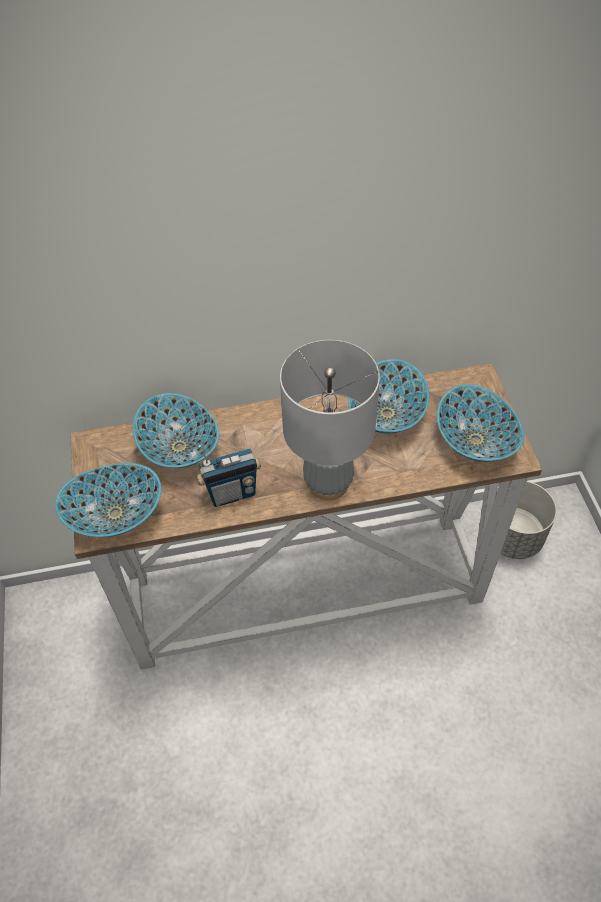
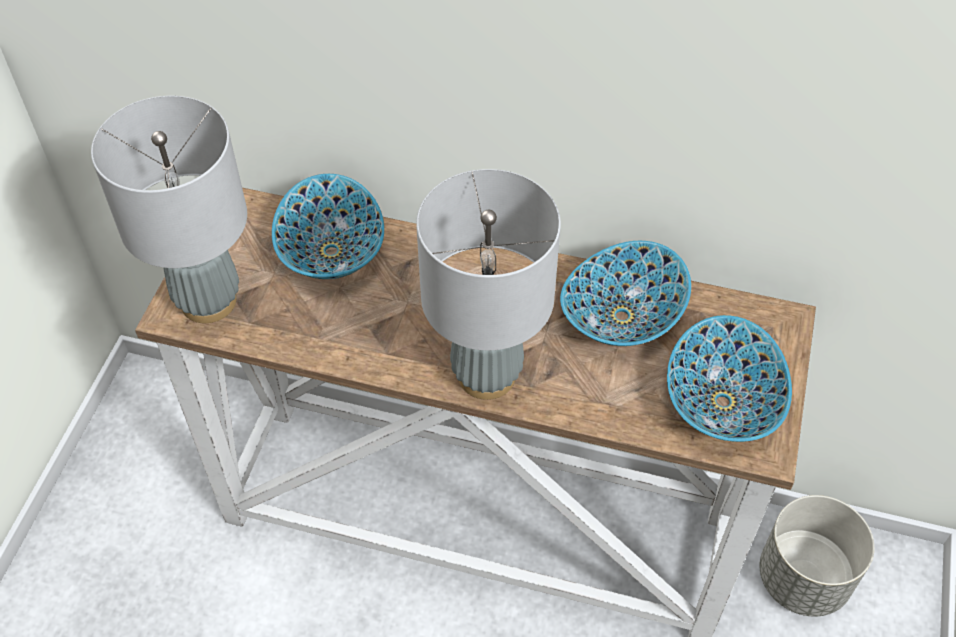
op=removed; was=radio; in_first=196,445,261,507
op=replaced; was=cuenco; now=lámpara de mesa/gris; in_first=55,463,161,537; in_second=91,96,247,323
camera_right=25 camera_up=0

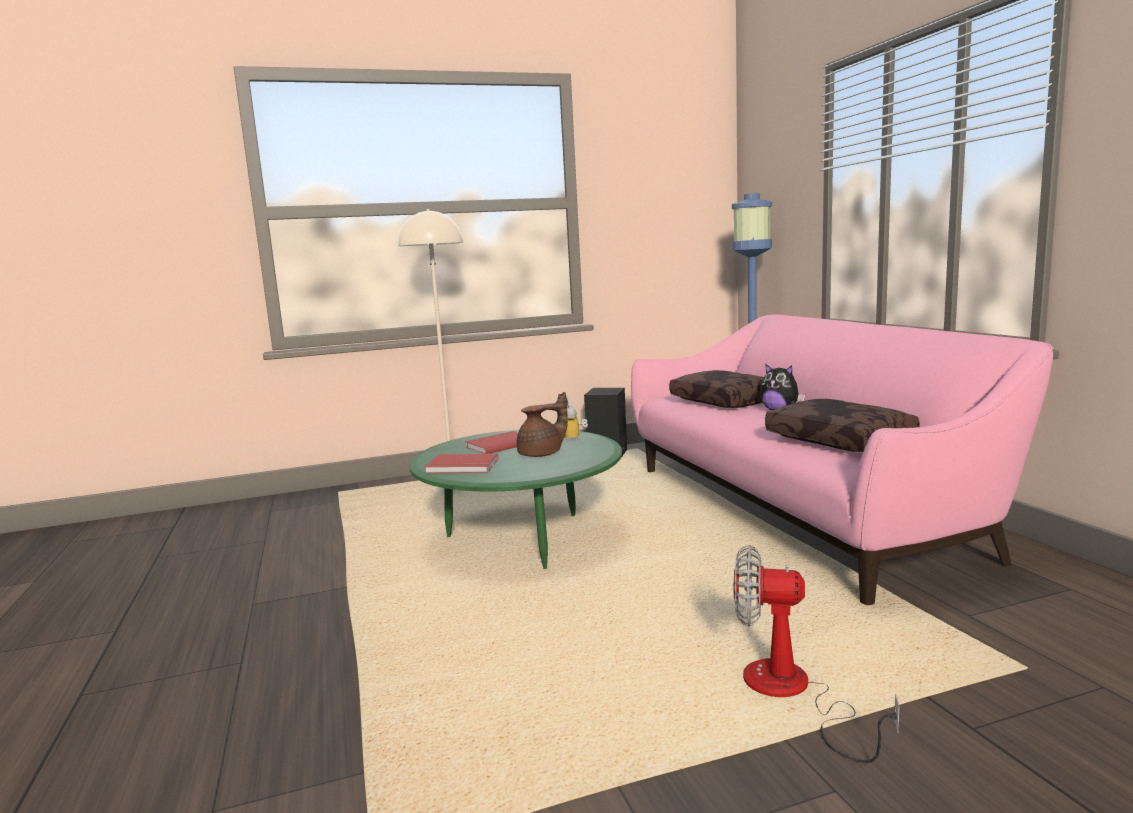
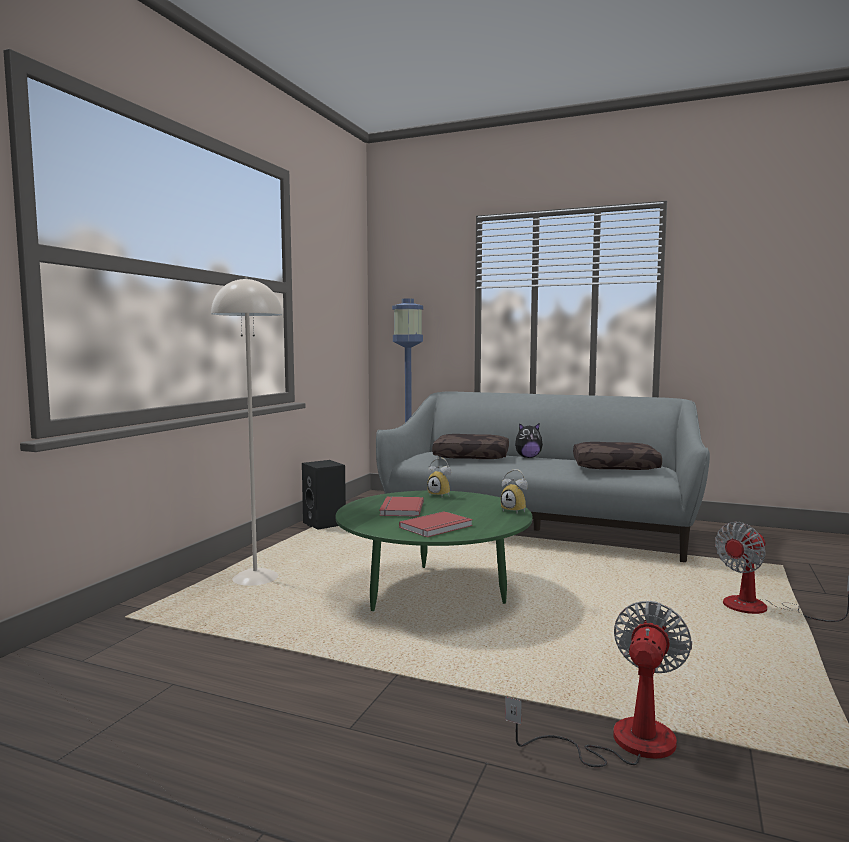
op=recoloured; was=sofá/rosa; now=sofá/gris; in_first=631,314,1053,605; in_second=376,391,710,562
op=removed; was=tetera/marrón; in_first=516,392,568,457
op=added; now=despertador; in_second=501,469,528,513
op=added; now=ventilador; in_second=505,601,692,767
camera_right=-50 camera_up=-5

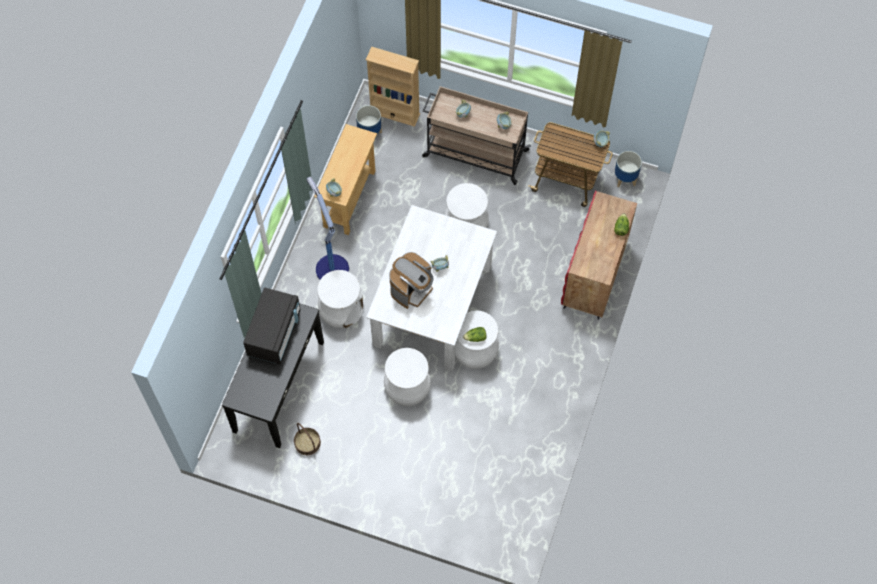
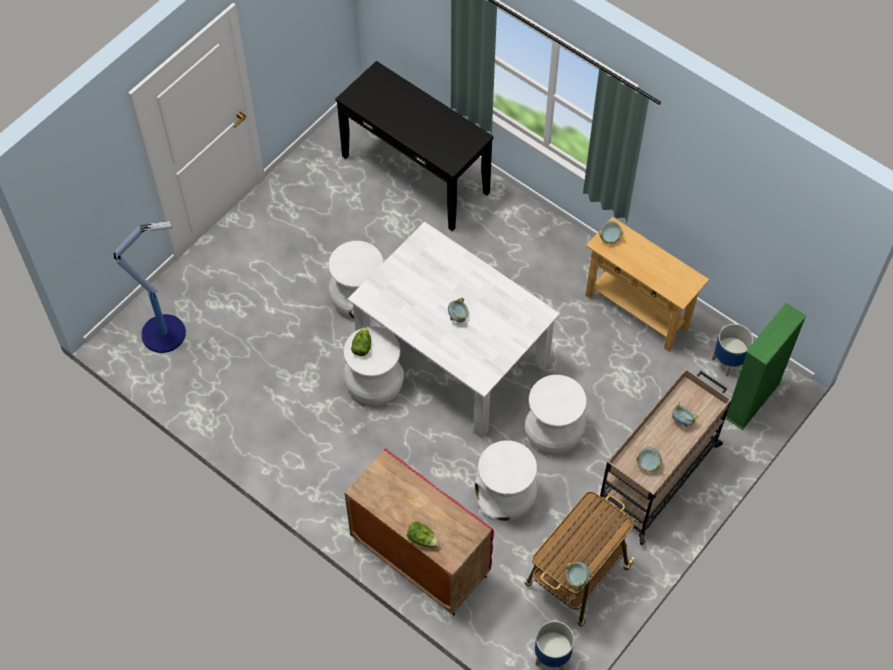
op=recoloured; was=estantería/beis; now=estantería/verde; in_first=366,46,420,127; in_second=725,303,806,430
op=moved; was=lámpara de pie; in_first=306,177,349,280; in_second=114,221,186,353
op=removed; was=cafetera; in_first=389,252,434,309
op=moved; was=taburete/blanco; in_first=317,270,363,328; in_second=475,440,537,521
op=removed; was=microondas/negro; in_first=243,287,301,365
op=removed; was=cesta; in_first=294,423,321,455
camera_right=110 camera_up=-5

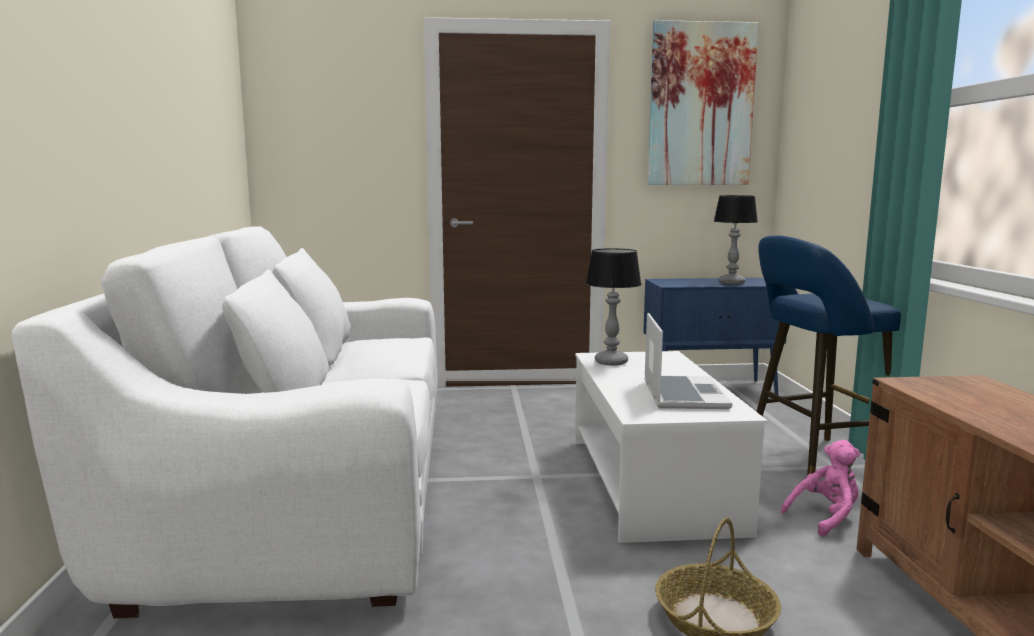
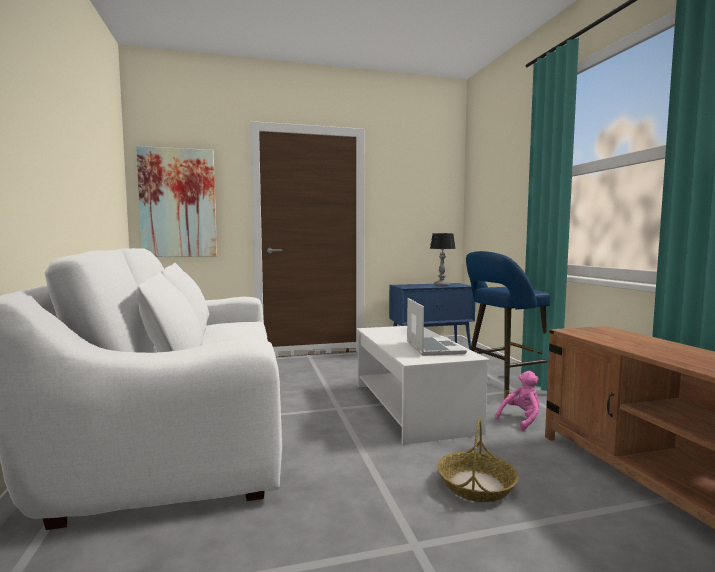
op=moved; was=cuadro; in_first=648,20,759,185; in_second=136,146,217,257
op=removed; was=lámpara de mesa; in_first=586,248,641,366
camera_right=-10 camera_up=-5

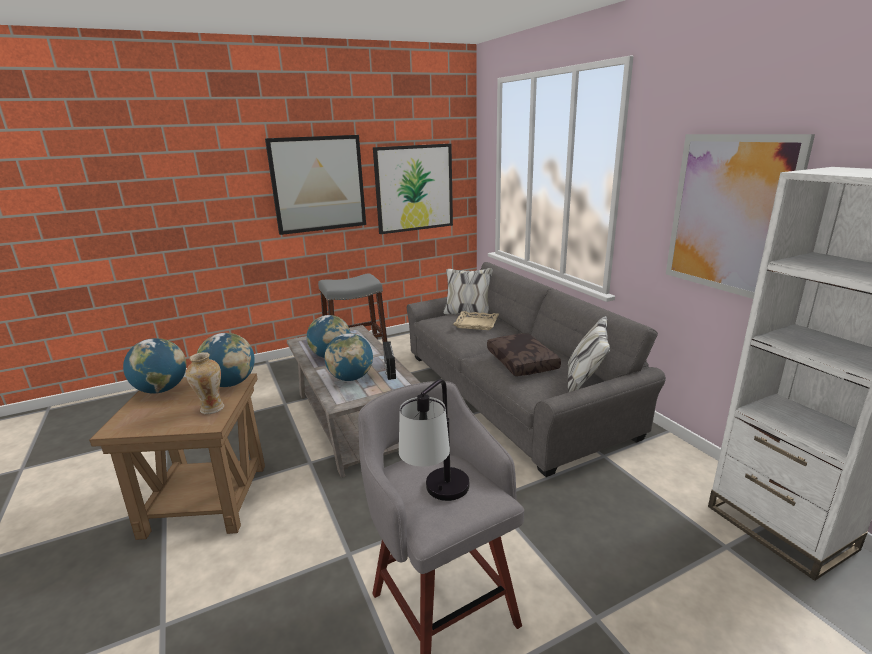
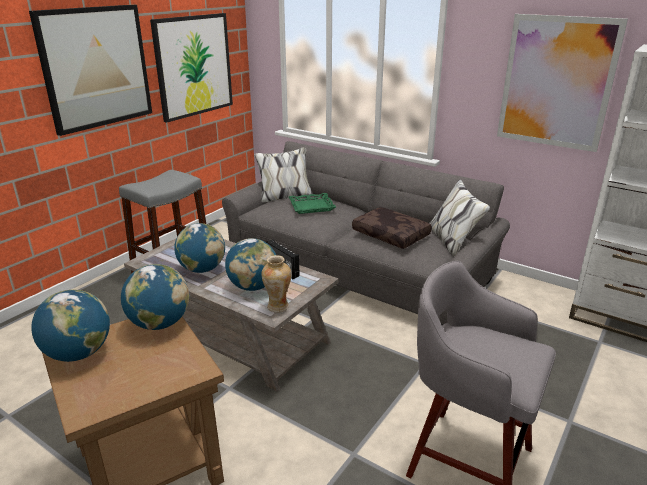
op=recoloured; was=bandeja/beis; now=bandeja/verde; in_first=453,311,499,330; in_second=289,193,336,214
op=moved; was=florero; in_first=186,352,224,414; in_second=261,255,291,313
op=removed; was=lámpara de mesa; in_first=399,379,469,501
camera_right=-30 camera_up=5

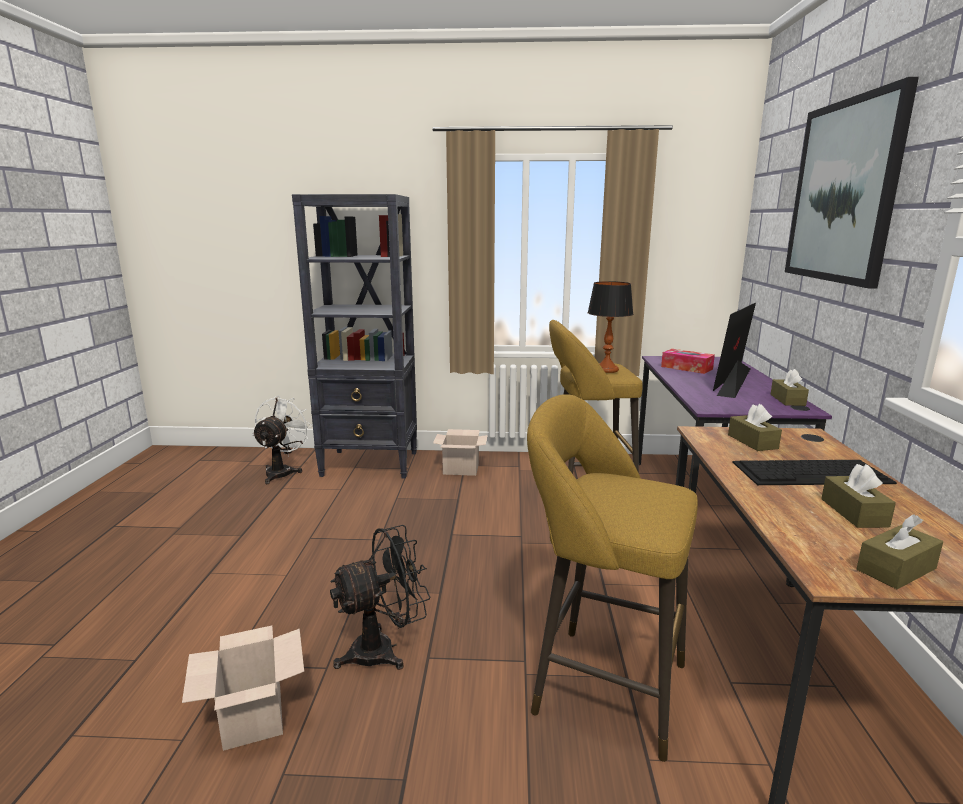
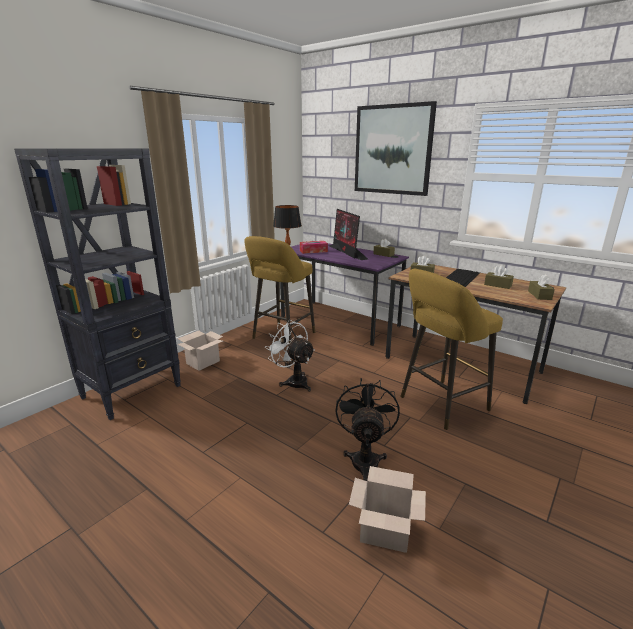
op=moved; was=ventilador/blanco; in_first=252,396,312,484; in_second=265,320,315,392
camera_right=-55 camera_up=5

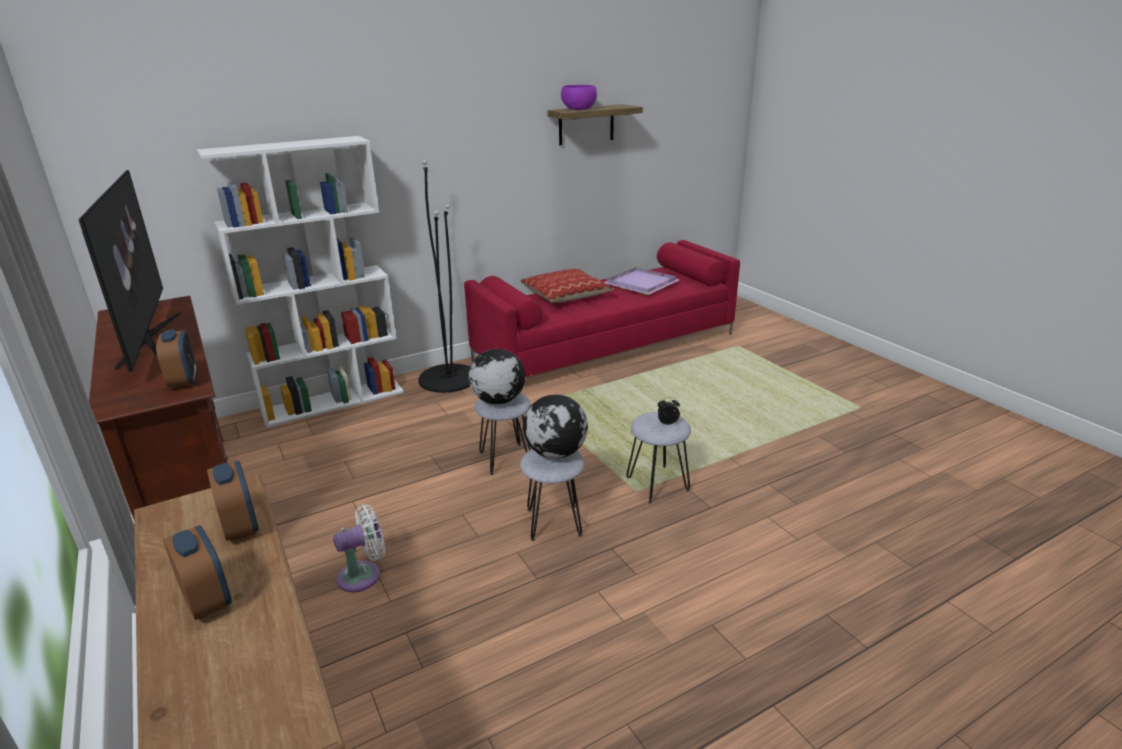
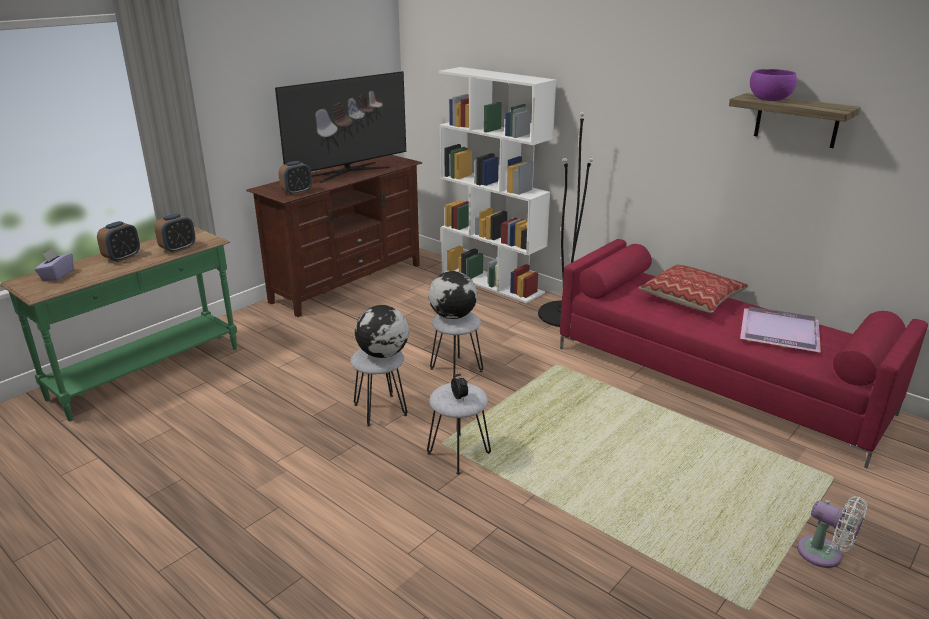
op=moved; was=ventilador/blanco; in_first=333,505,385,593; in_second=797,496,867,568
op=added; now=caja de pañuelos/morado; in_second=35,248,73,281
camera_right=70 camera_up=0

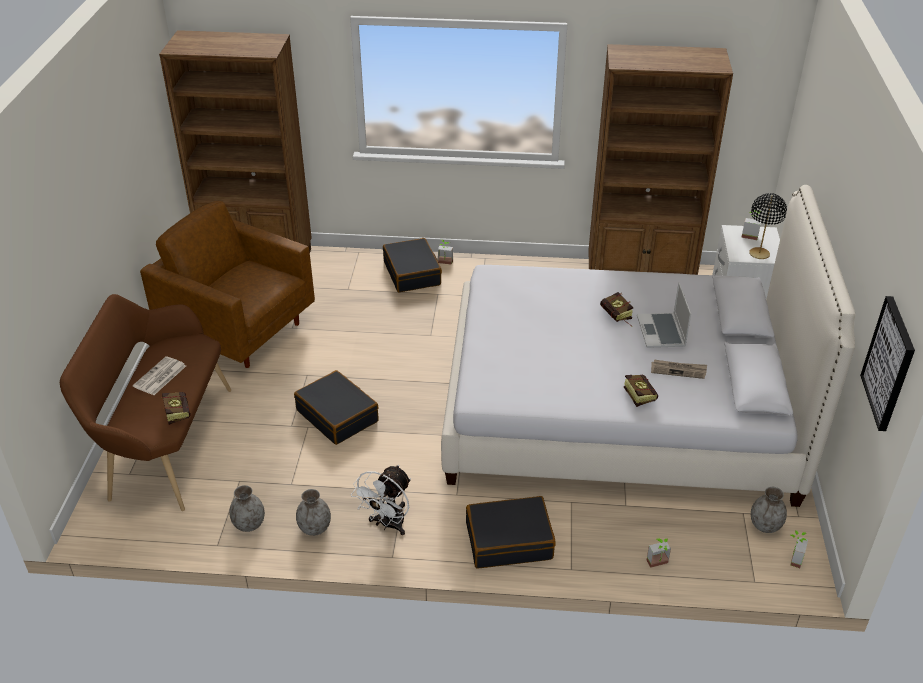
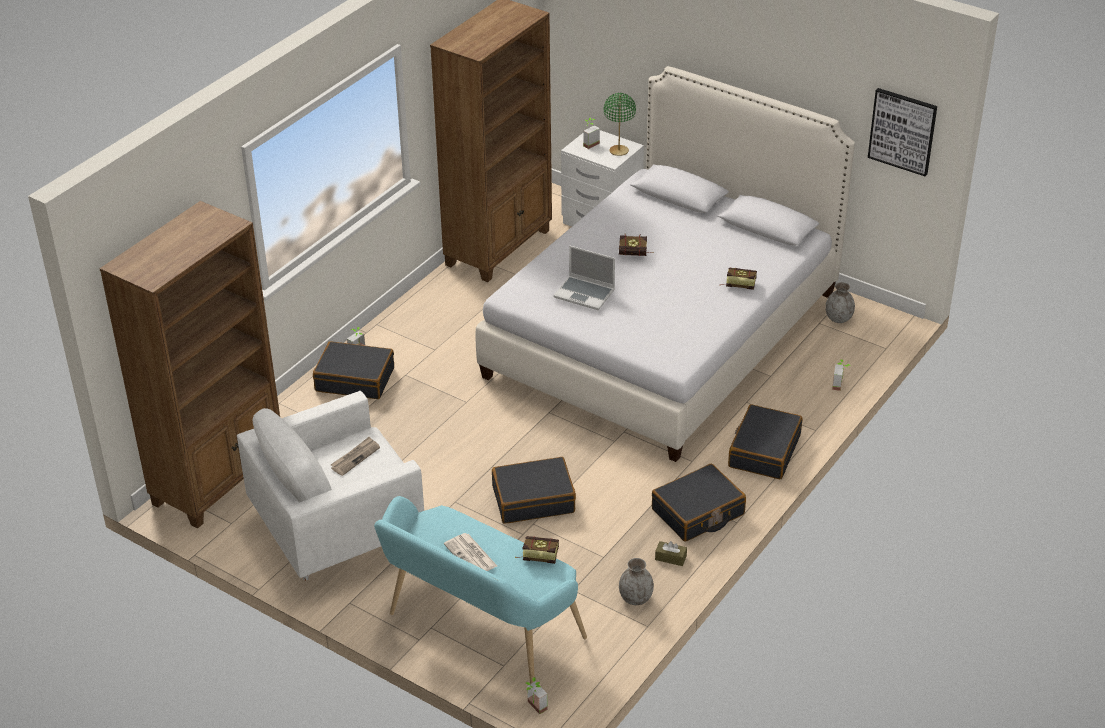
op=recoloured; was=lámpara de mesa/negro; now=lámpara de mesa/verde; in_first=749,193,787,259; in_second=604,93,636,156
op=recoloured; was=sillón/marrón; now=sillón/blanco; in_first=140,201,315,368; in_second=237,391,424,580
op=moved; was=portátil; in_first=637,282,691,348; in_second=553,246,615,310
op=recoloured; was=banco/marrón; now=banco/turquesa; in_first=60,294,231,511; in_second=374,496,587,684
op=moved; was=periódico; in_first=651,360,707,379; in_second=331,437,380,476
op=replaced; was=ventilador/blanco; now=maleta/negro; in_first=351,465,411,535; in_second=652,464,746,542
op=replaced; was=florero/gris; now=caja de pañuelos/marrón; in_first=296,489,331,536; in_second=655,541,687,566
op=moved; was=planta en maceta; in_first=791,530,808,568; in_second=526,677,548,714
camera_right=-60 camera_up=0

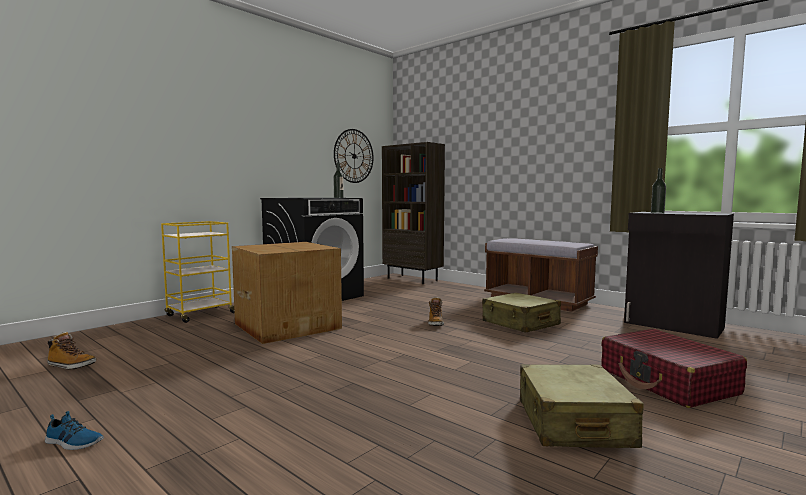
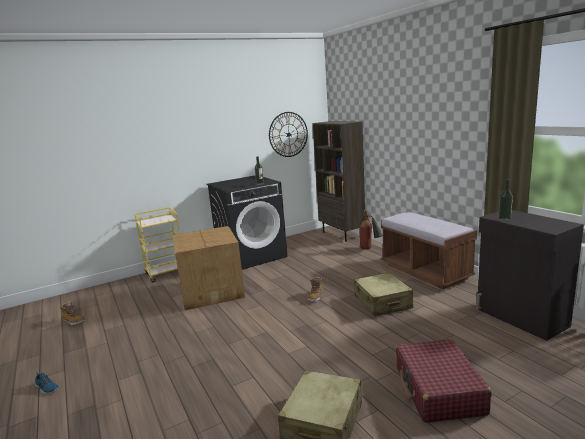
op=added; now=extintor; in_second=360,210,383,250
camera_right=20 camera_up=10

